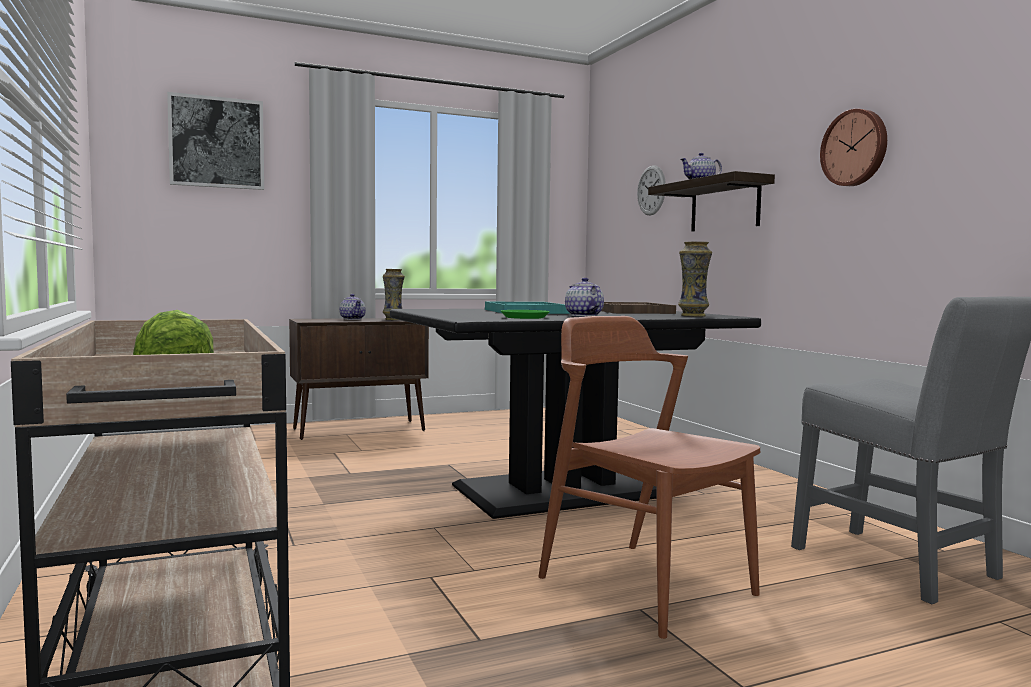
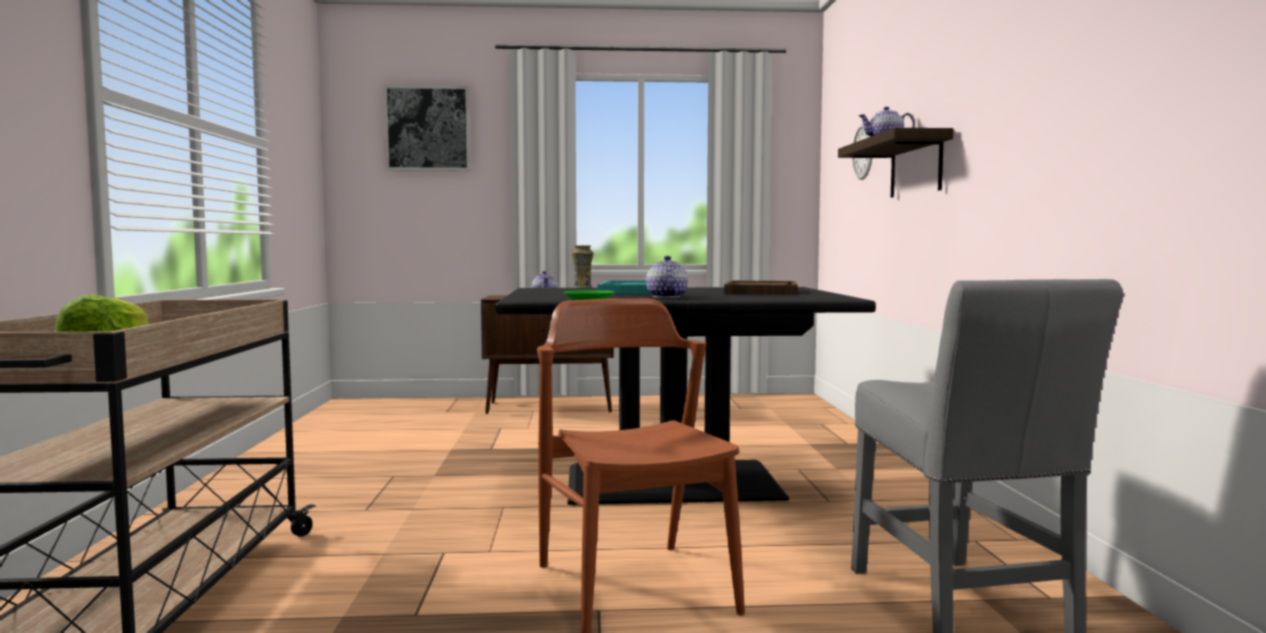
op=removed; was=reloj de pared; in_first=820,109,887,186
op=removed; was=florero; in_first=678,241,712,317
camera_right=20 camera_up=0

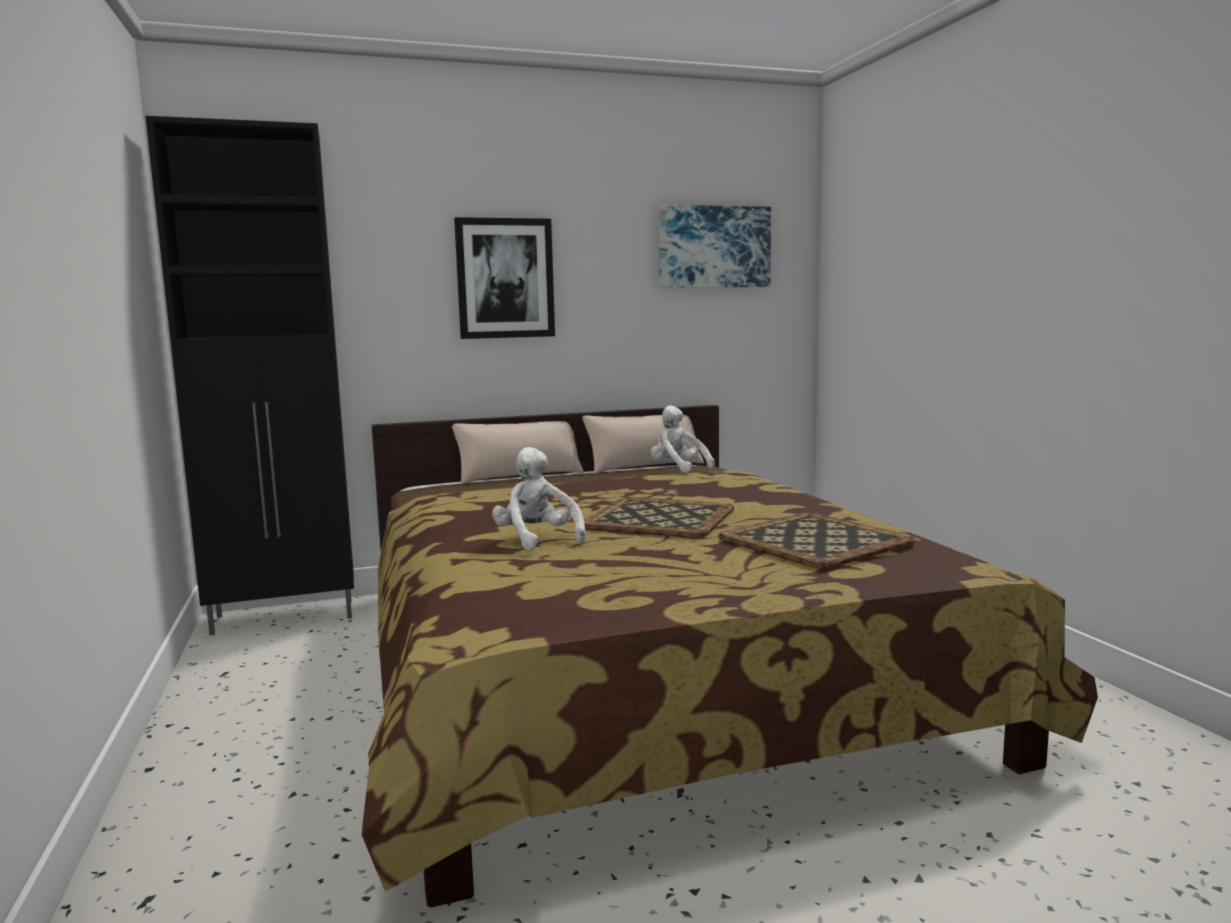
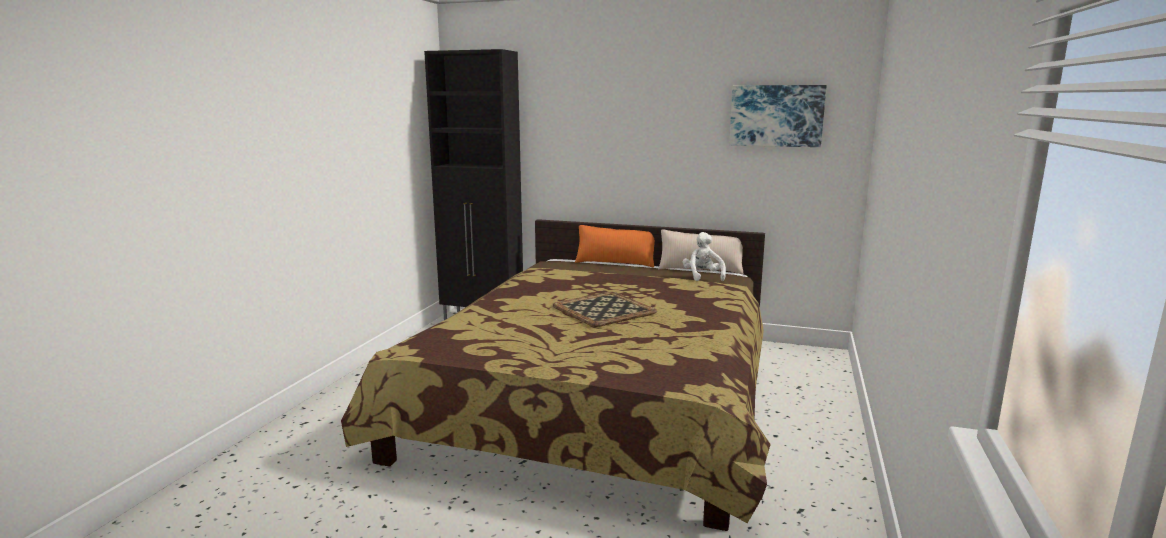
op=removed; was=cuadro; in_first=454,217,555,339
op=recoloured; was=cojín/beis; now=cojín/naranja; in_first=452,421,584,484; in_second=575,225,655,267
op=removed; was=peluche/blanco; in_first=492,447,586,551
op=removed; was=bandeja; in_first=718,513,915,569
camera_right=35 camera_up=5

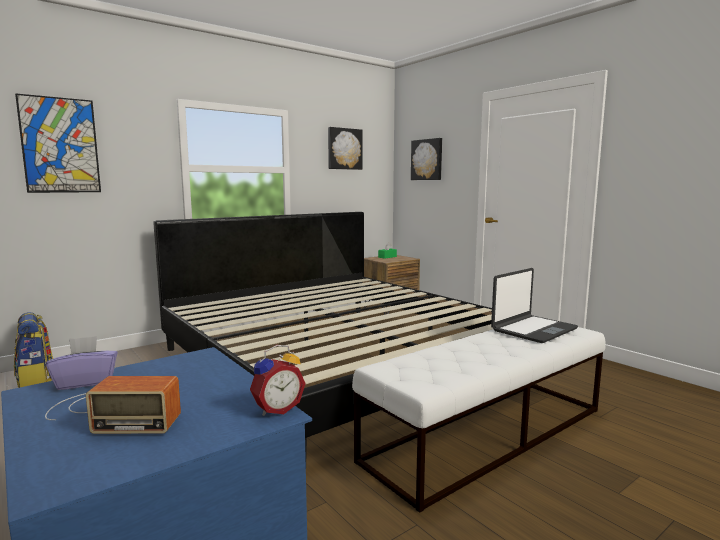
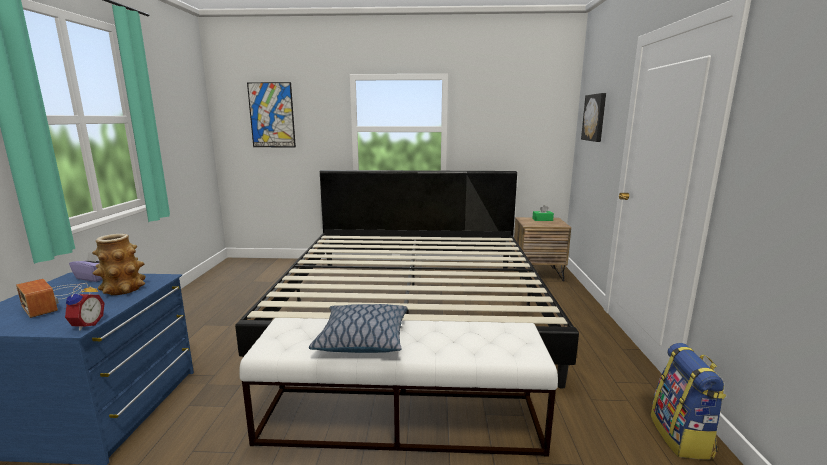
op=removed; was=cuadro; in_first=328,127,363,170
op=removed; was=portátil; in_first=491,268,578,343
op=moved; was=mochila; in_first=14,312,53,388; in_second=651,343,727,460
op=turned; was=despertador; in_first=250,345,306,416; in_second=65,283,104,331; clockwise=-90
op=added; now=florero; in_second=92,234,146,295
op=added; now=cojín; in_second=309,304,408,353
camera_right=40 camera_up=5

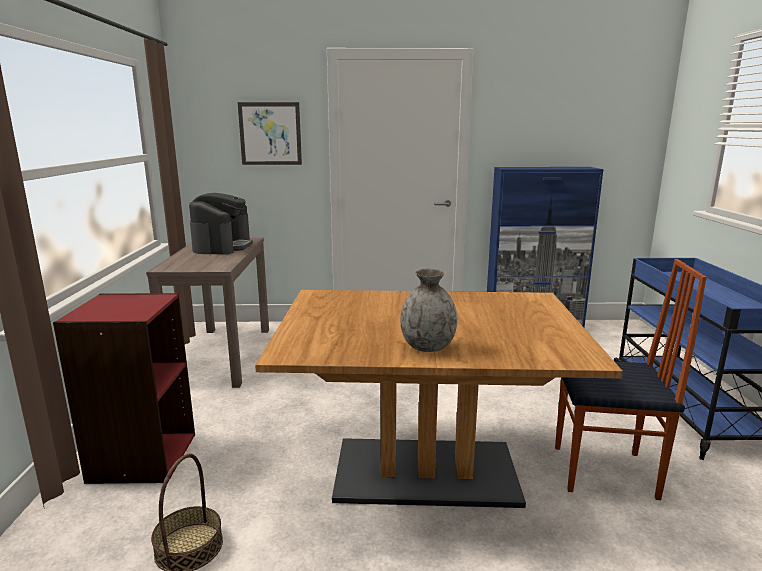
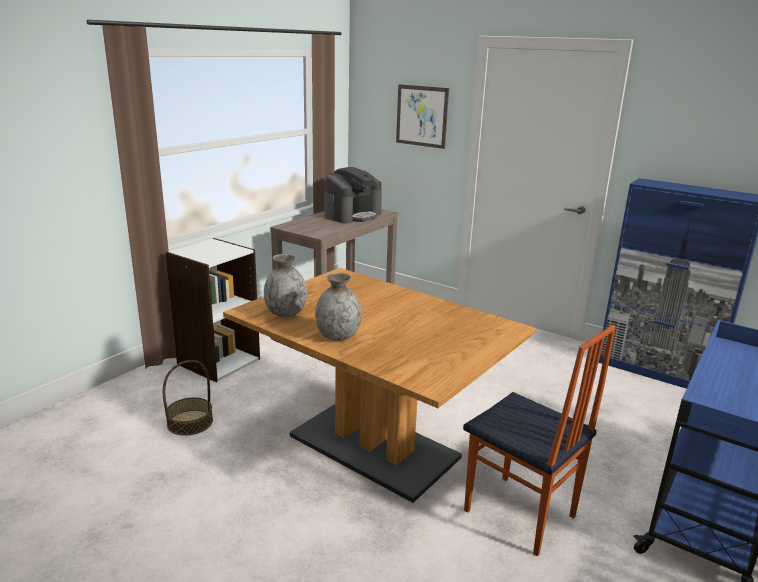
op=recoloured; was=estantería/rojo; now=estantería/blanco; in_first=53,293,195,484; in_second=165,238,260,382
op=added; now=florero/gris; in_second=264,254,307,317
camera_right=35 camera_up=5

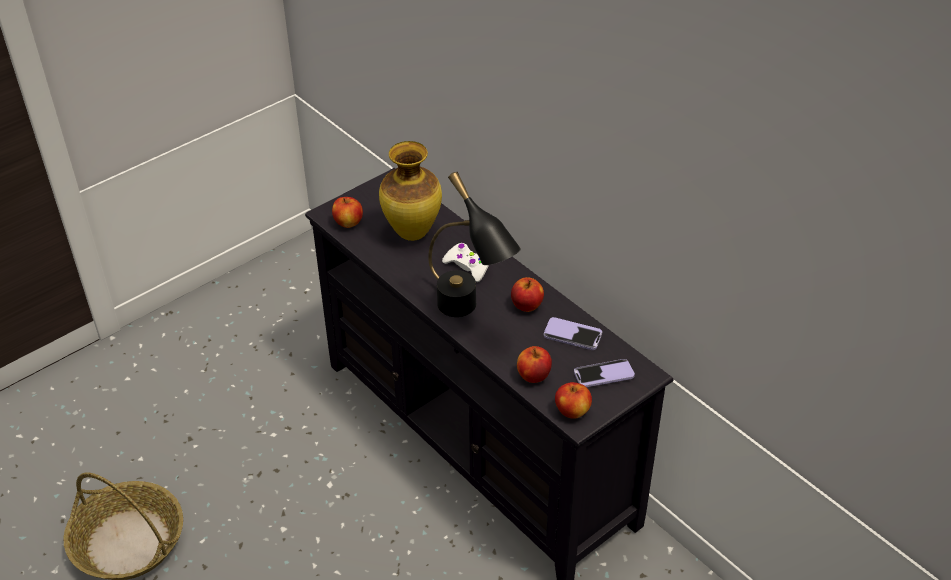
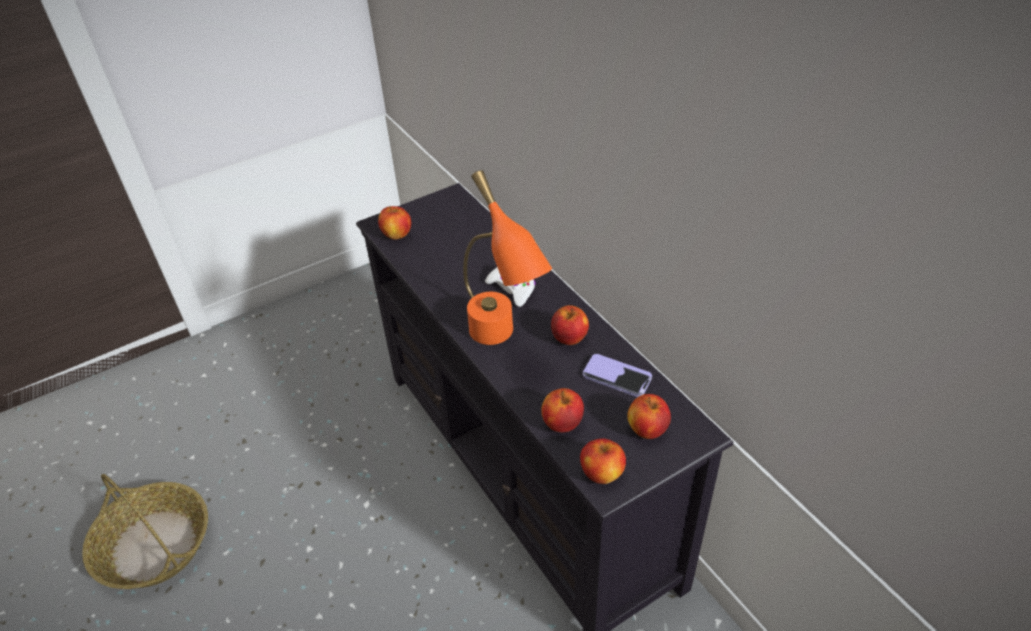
op=removed; was=florero; in_first=379,141,442,241
op=recoloured; was=lámpara de mesa/negro; now=lámpara de mesa/naranja; in_first=428,172,521,317; in_second=463,170,552,345
op=replaced; was=móvil; now=manzana; in_first=574,359,635,387; in_second=627,394,671,439
camera_right=10 camera_up=0

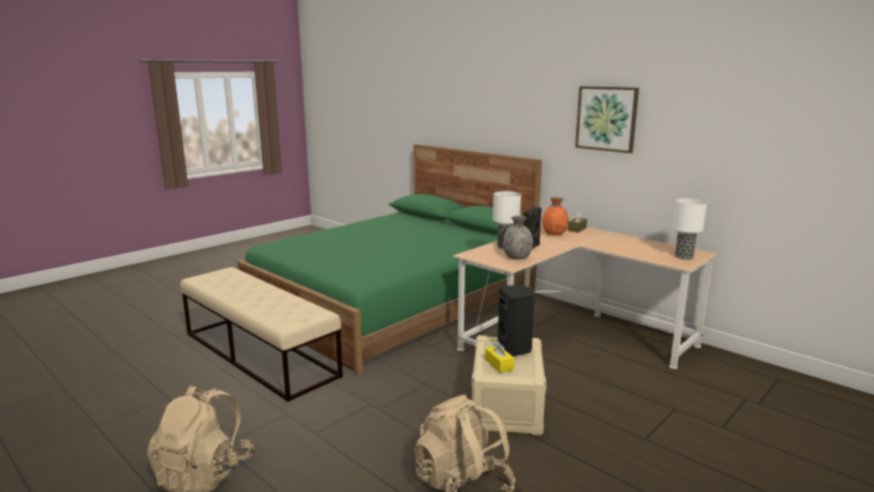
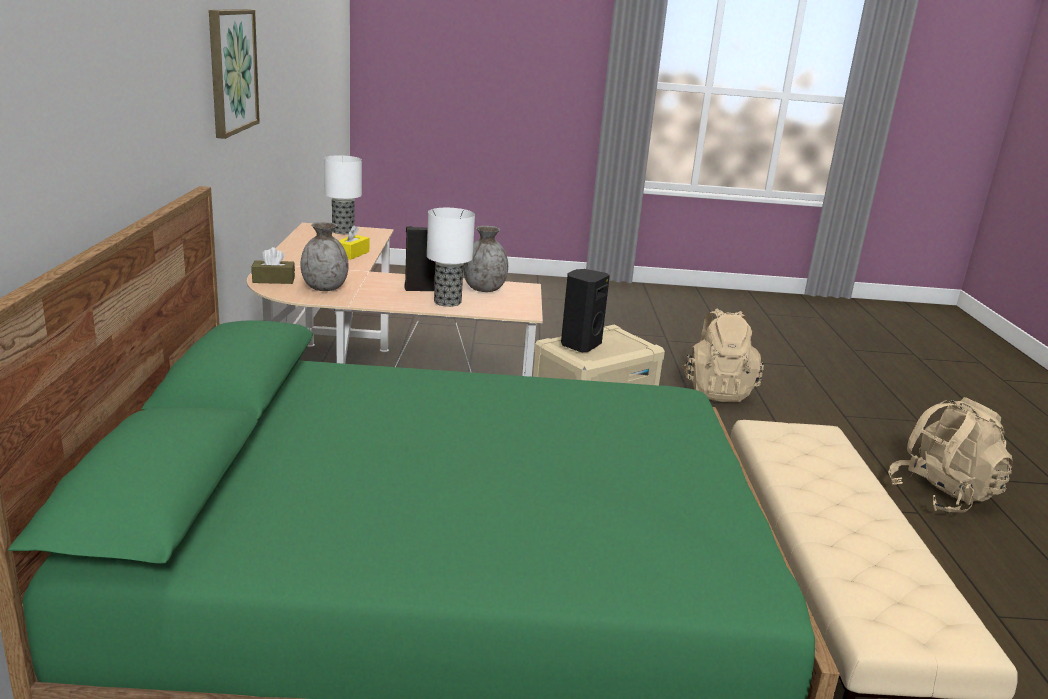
op=recoloured; was=florero/naranja; now=florero/gris; in_first=542,197,569,235; in_second=300,222,349,291
op=moved; was=caja de pañuelos/amarillo; in_first=485,341,514,373; in_second=338,225,369,260
camera_right=-135 camera_up=5

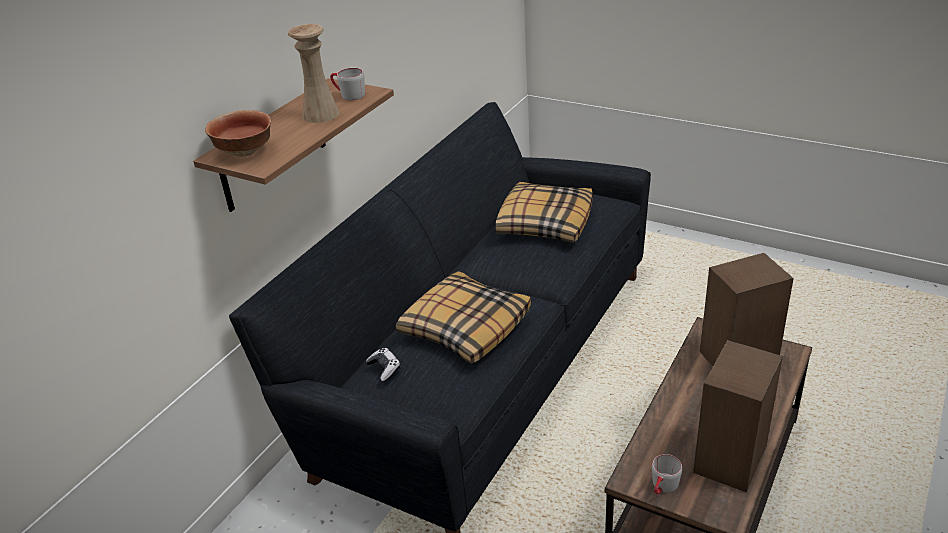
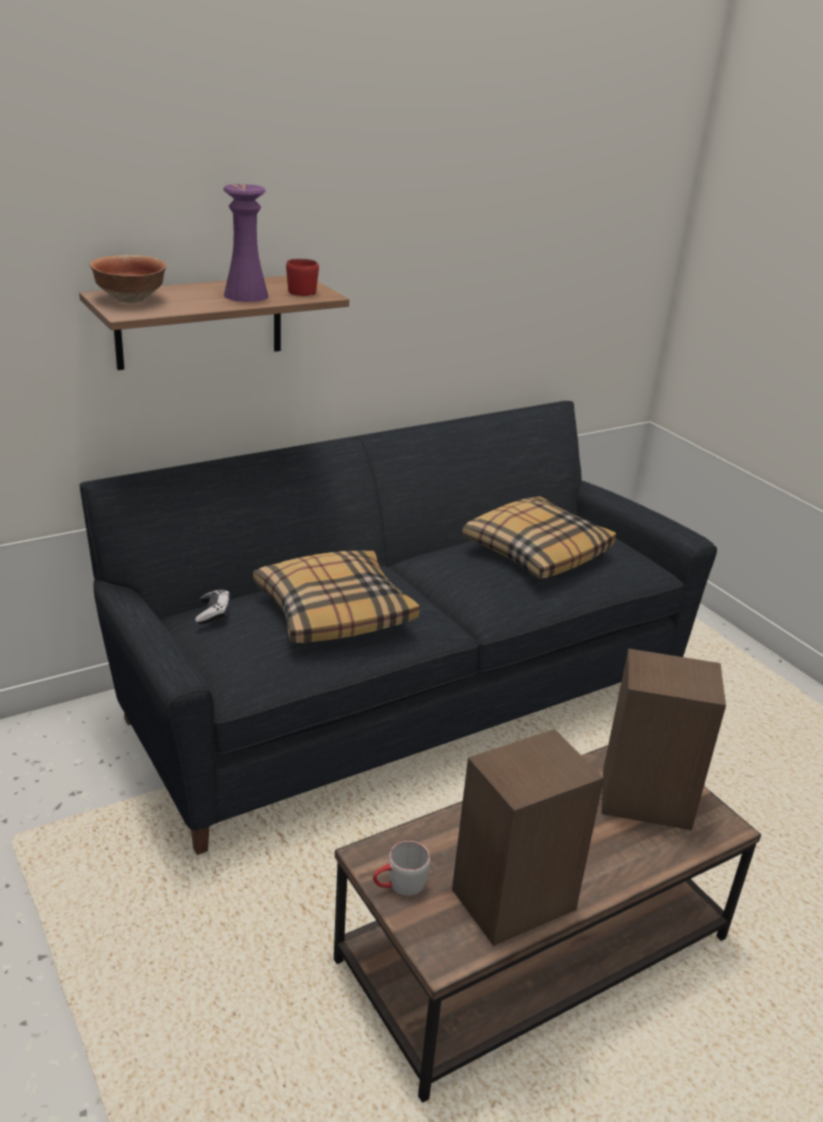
op=recoloured; was=florero/beis; now=florero/morado; in_first=288,24,339,123; in_second=223,184,268,302
op=recoloured; was=taza grande/gris; now=taza grande/rojo; in_first=330,68,365,101; in_second=286,259,319,296
camera_right=25 camera_up=-5

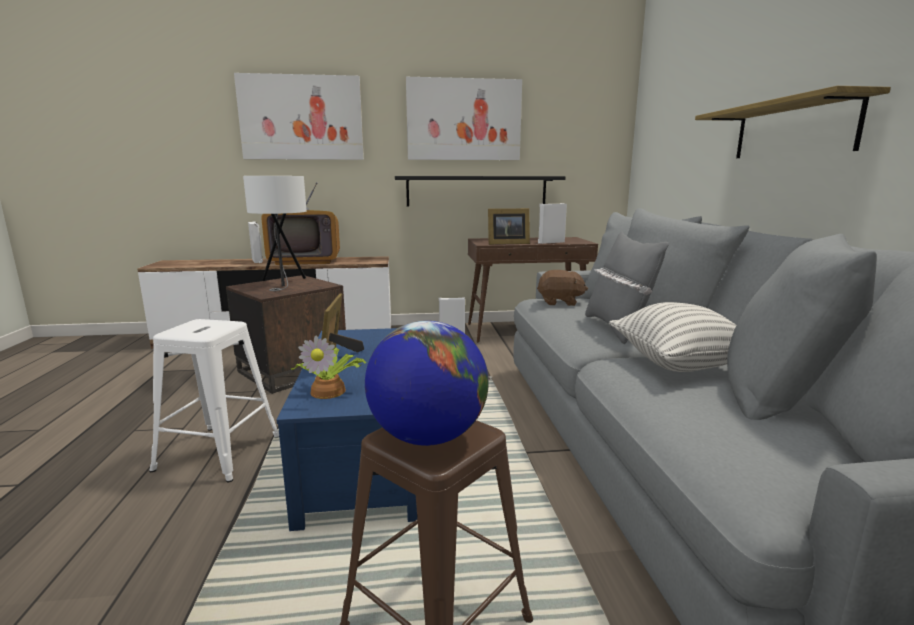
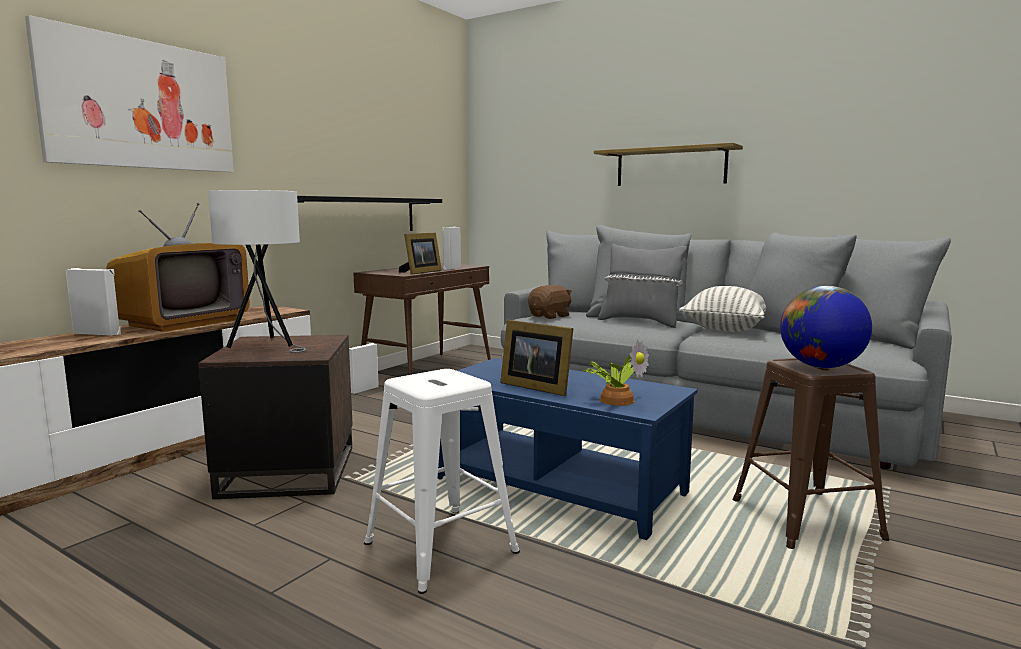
op=removed; was=cuadro; in_first=406,77,522,160
camera_right=-50 camera_up=-5

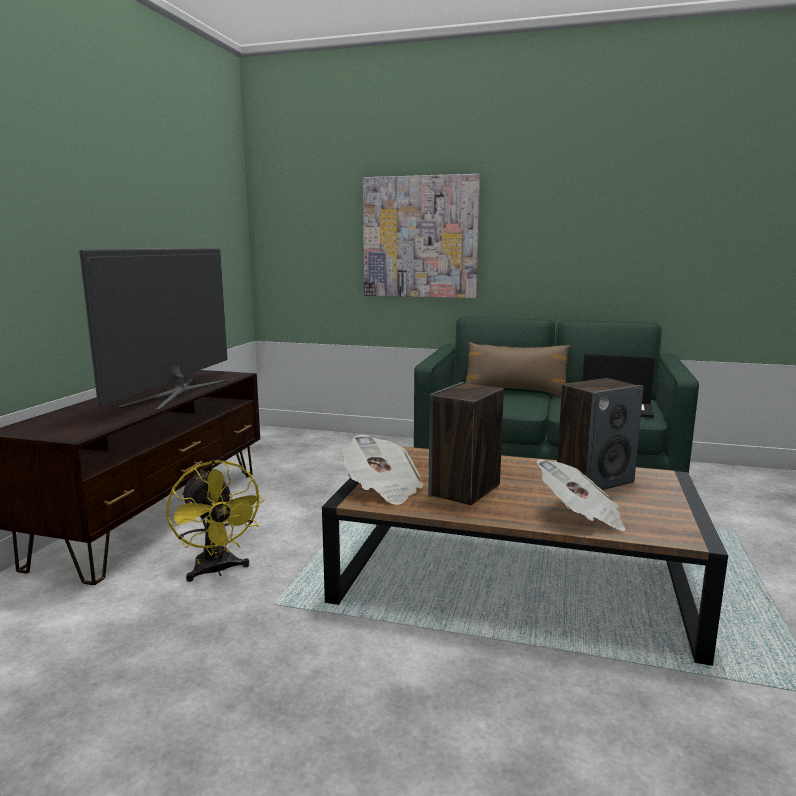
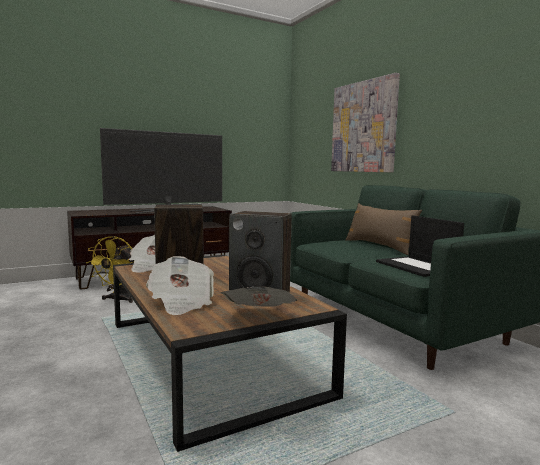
op=added; now=periódico; in_second=220,286,297,307
camera_right=45 camera_up=-5

